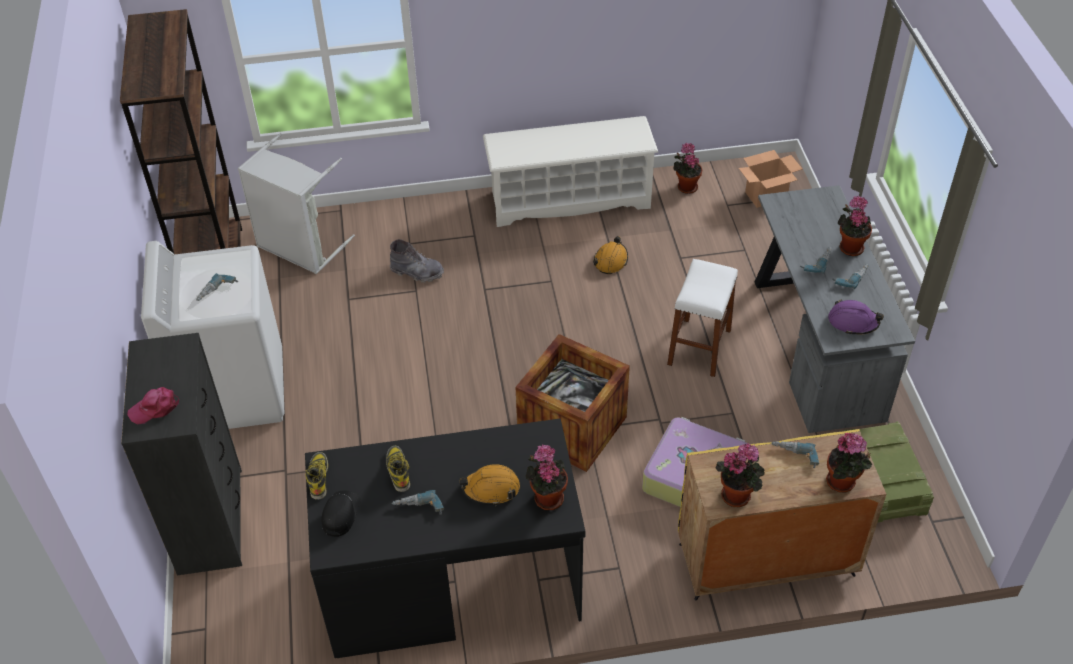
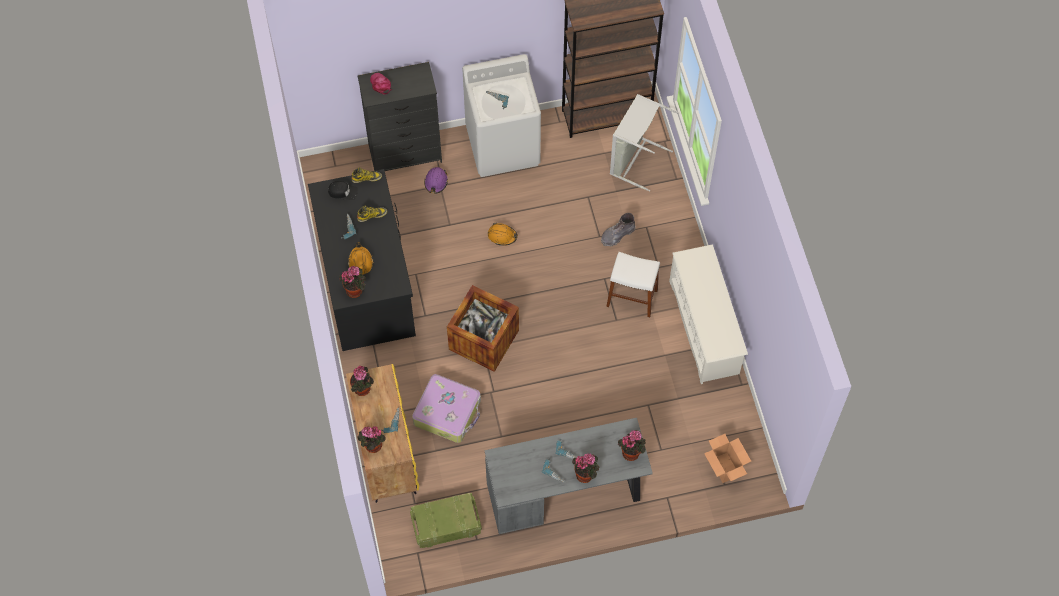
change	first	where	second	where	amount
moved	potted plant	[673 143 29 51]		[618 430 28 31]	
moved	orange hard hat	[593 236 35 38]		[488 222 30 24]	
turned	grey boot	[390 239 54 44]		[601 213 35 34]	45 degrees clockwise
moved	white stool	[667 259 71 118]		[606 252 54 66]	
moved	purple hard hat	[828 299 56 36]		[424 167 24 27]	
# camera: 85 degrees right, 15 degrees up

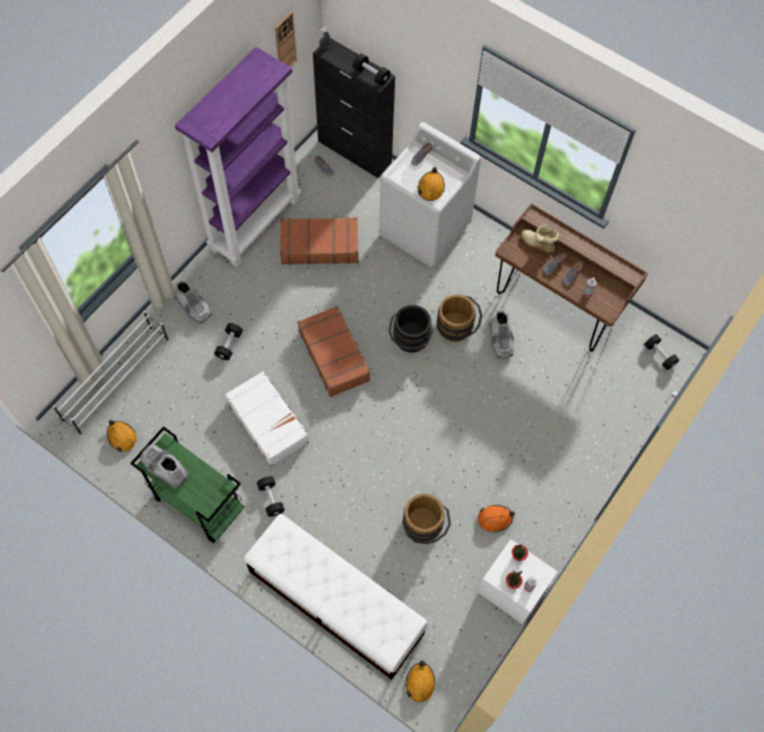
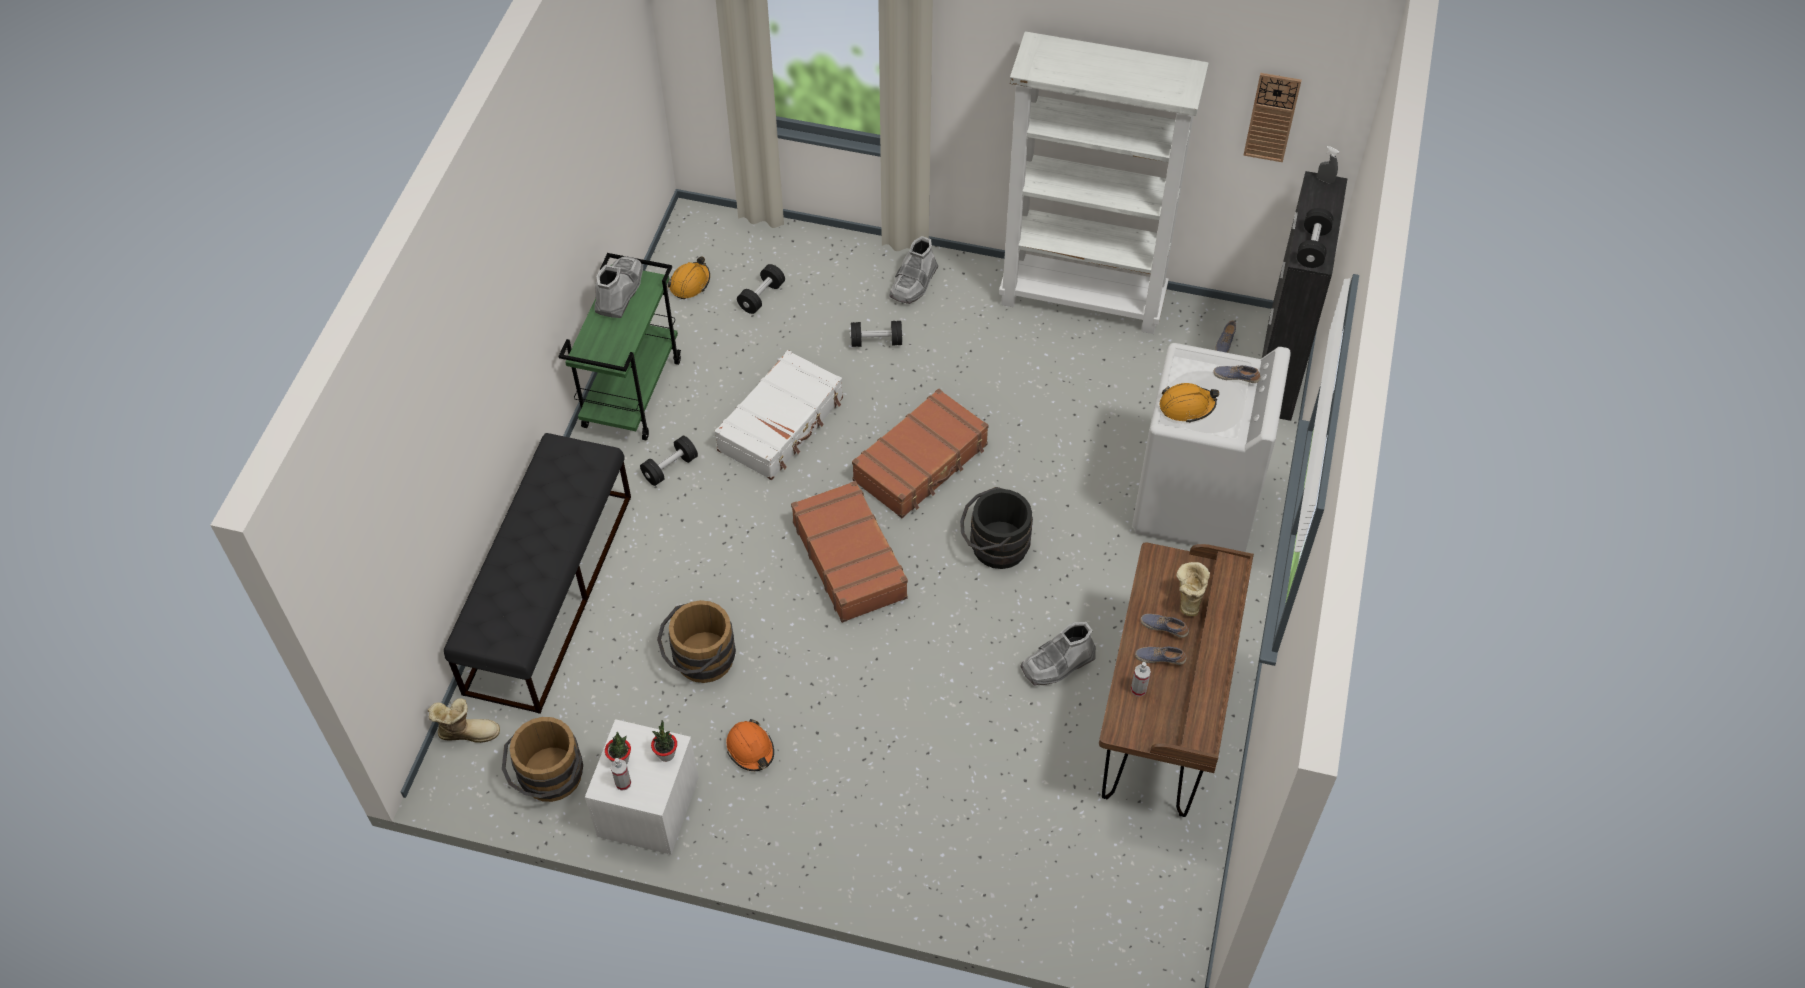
change	first	where	second	where	amount
recoloured	purple bookcase	[175 47 126 220]	white bookcase	[999 31 210 303]	
moved	brown suitcase	[280 217 79 48]		[791 481 117 142]	
moved	brown bucket	[436 294 46 48]		[502 717 81 85]	
removed	white shoe rack	[53 311 116 125]			
moved	black dumbbell	[644 334 35 36]		[737 264 48 50]	
recoloured	white bench	[244 514 184 166]	black bench	[444 433 187 281]	
replaced	orange hard hat	[405 660 30 42]	boot	[428 698 72 45]	
# camera: 70 degrees right, 10 degrees down

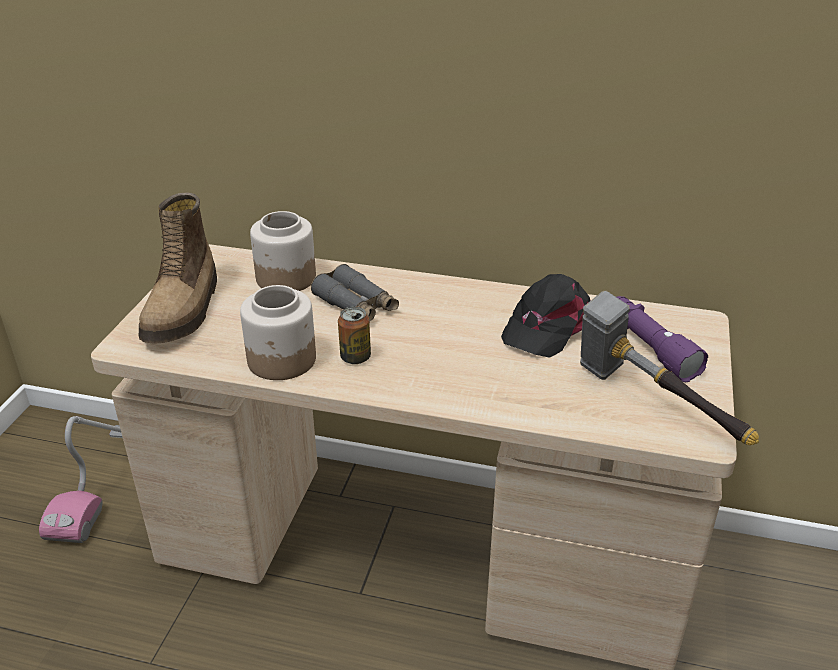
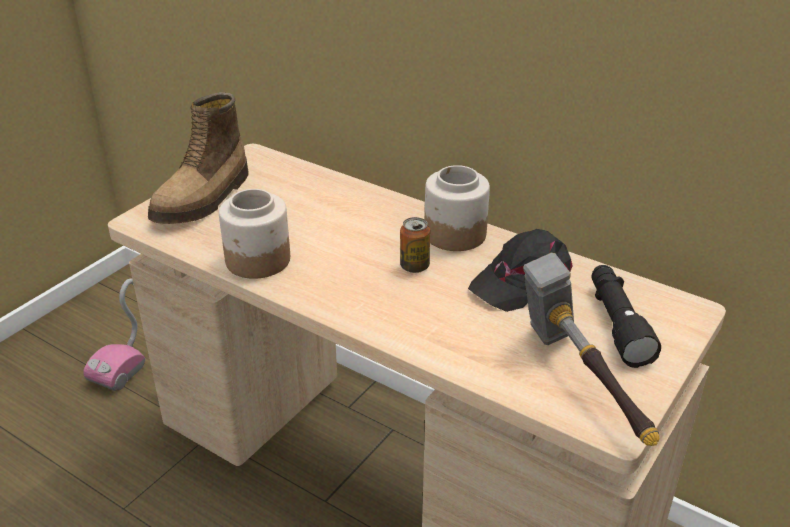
change	first	where	second	where	amount
moved	jar	[250 211 66 80]		[425 165 65 86]	
removed	grey binoculars	[311 264 88 59]			
recoloured	purple flashlight	[617 296 91 86]	black flashlight	[592 265 69 103]	
moved	can	[338 307 33 57]		[400 217 30 56]	
# camera: 20 degrees right, 0 degrees up

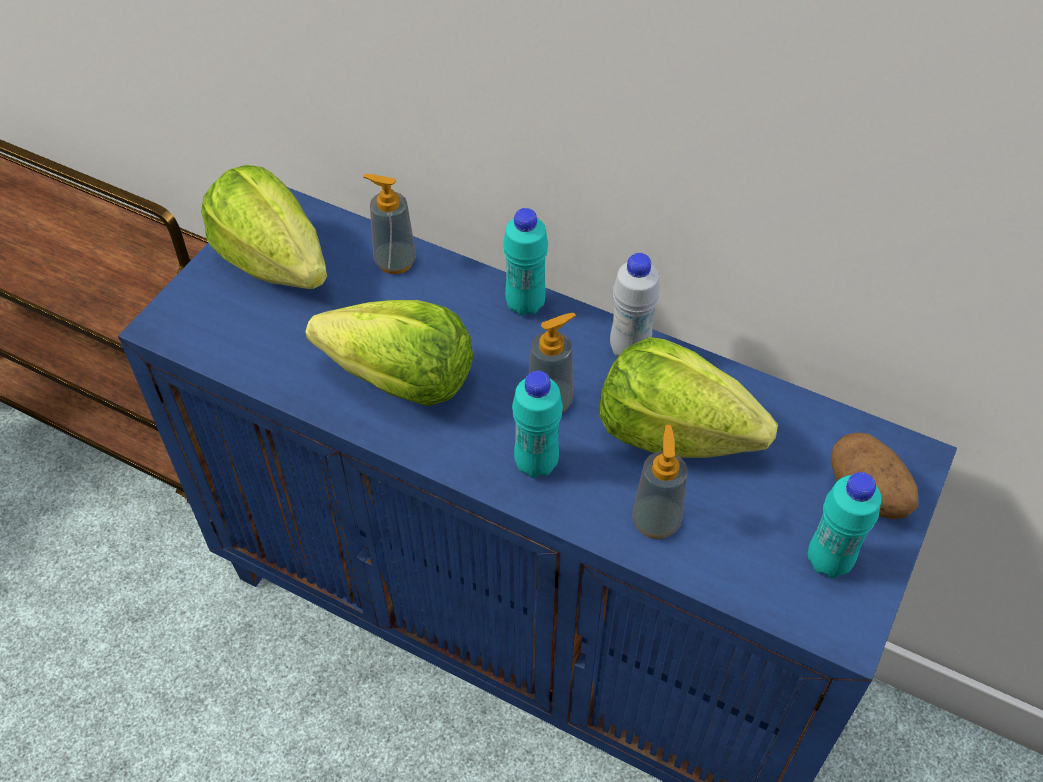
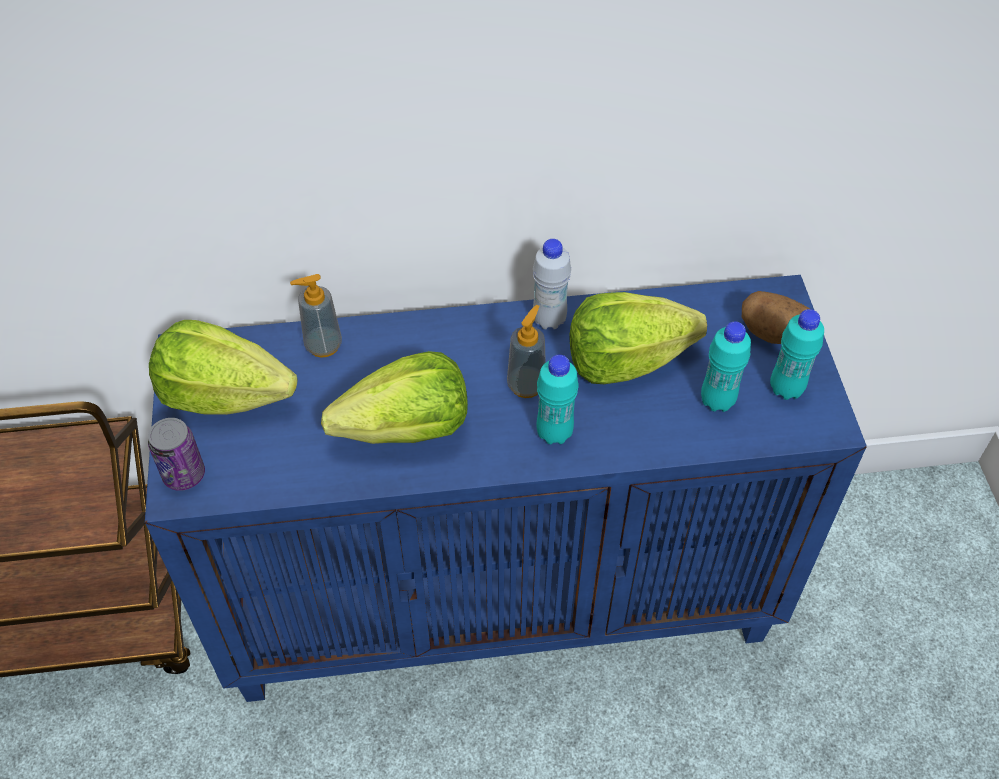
change	first	where	second	where	amount
moved	turquoise bottle	[503 208 45 108]		[701 322 50 90]	
removed	soap dispenser	[632 425 56 114]			
added			can	[148 418 57 73]	
# camera: 35 degrees left, 0 degrees up

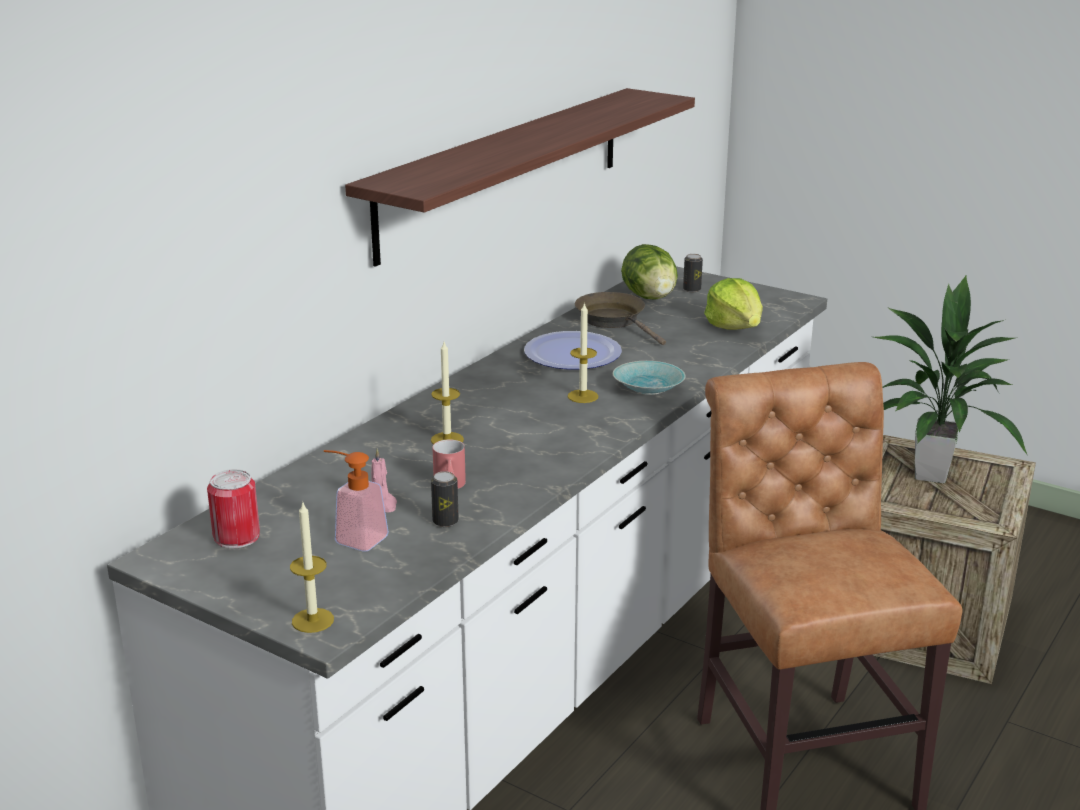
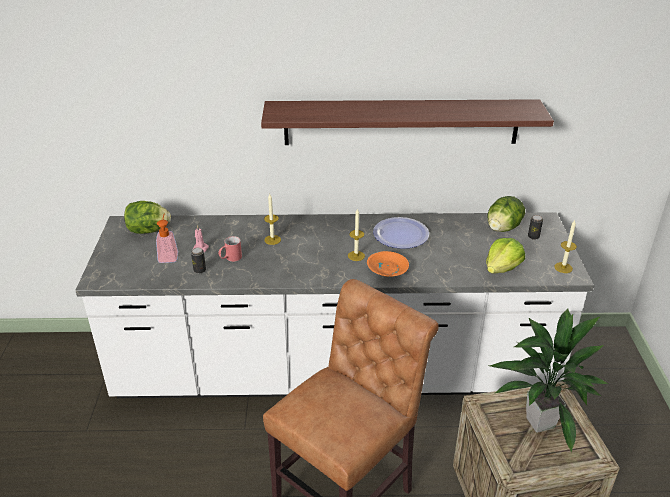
change	first	where	second	where	amount
removed	brown frying pan	[575 292 91 53]			
recoloured	turquoise bowl	[613 361 73 34]	orange bowl	[367 251 42 26]	
replaced	can	[207 469 53 79]	lettuce	[124 201 47 33]	
moved	candle	[290 503 44 130]		[554 220 23 53]	
# camera: 55 degrees right, 10 degrees up

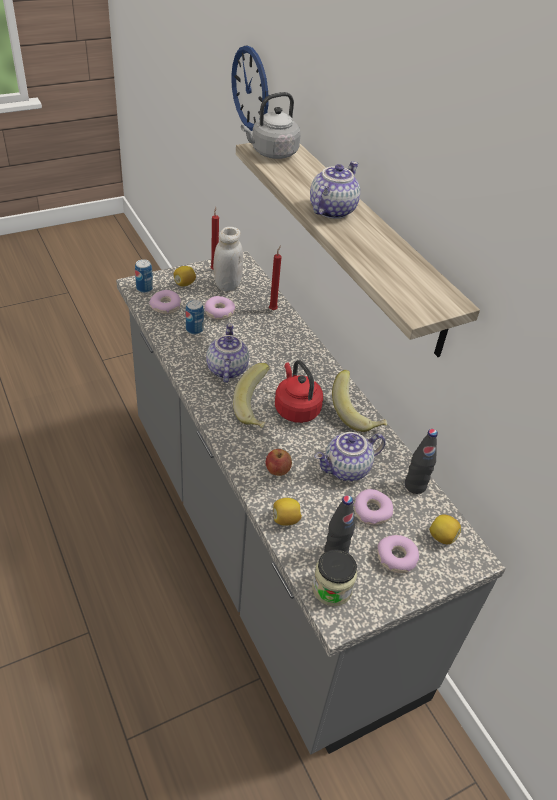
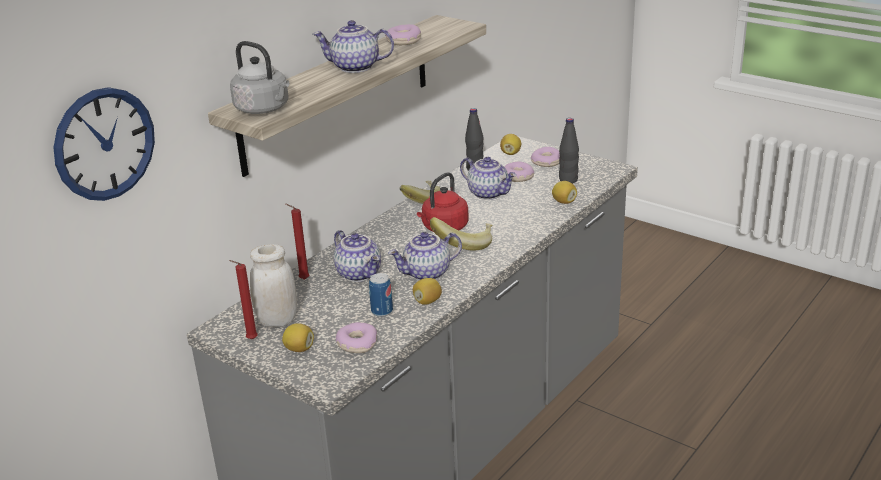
change	first	where	second	where	amount
removed	can	[135 259 18 34]			
moved	donut	[204 296 31 24]		[385 24 36 21]	
removed	apple	[266 449 26 27]			
removed	jar	[312 549 45 57]			
added			teapot	[334 230 47 52]	
added			lemon	[413 278 29 27]	
# camera: 110 degrees left, 15 degrees down

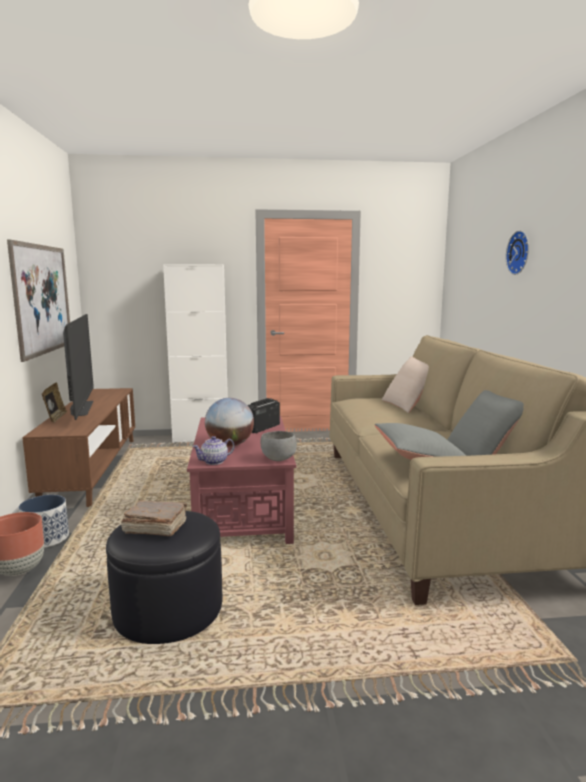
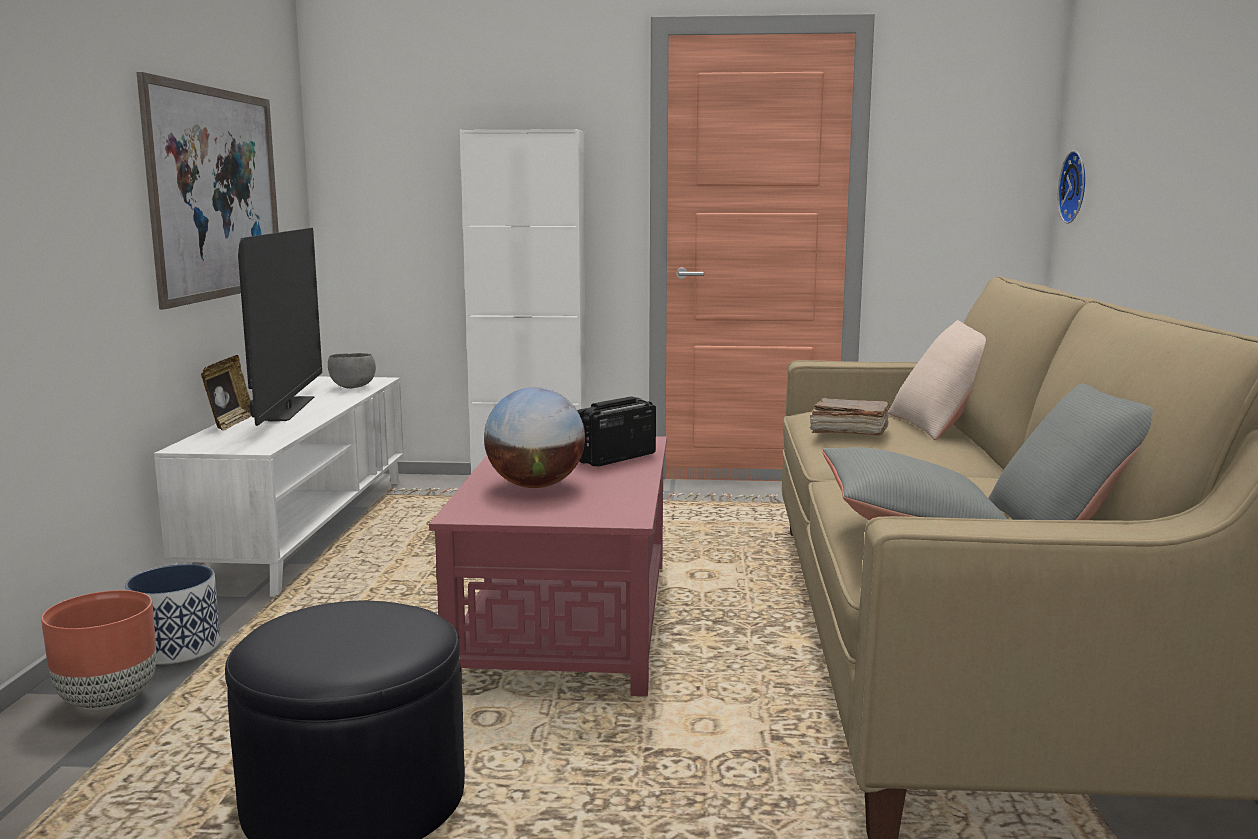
change	first	where	second	where	amount
moved	wall clock	[506 231 23 44]		[1058 151 27 73]	
recoloured	brown tv stand	[22 388 113 119]	white tv stand	[154 377 250 220]	
moved	grey bowl	[260 431 37 30]		[328 353 48 35]	
removed	teapot	[192 436 43 29]			
moved	brown book	[121 500 66 36]		[809 398 81 38]	
# camera: 10 degrees right, 0 degrees up

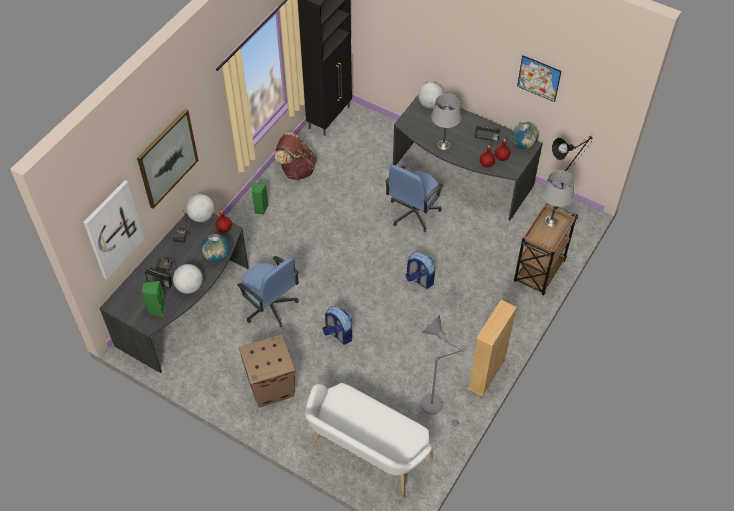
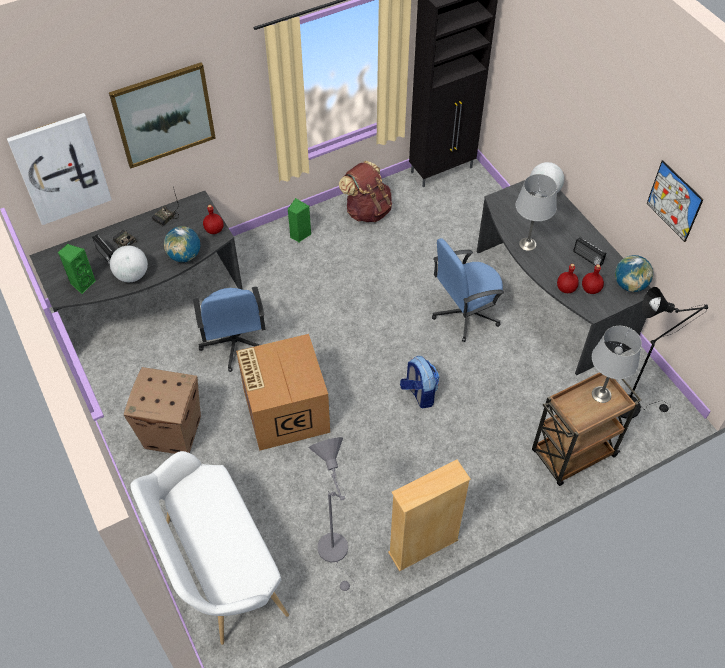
change	first	where	second	where	amount
removed	globe	[186 194 28 28]			
replaced	backpack	[323 306 29 39]	cardboard box	[236 334 94 117]	
# camera: 30 degrees right, 0 degrees up

